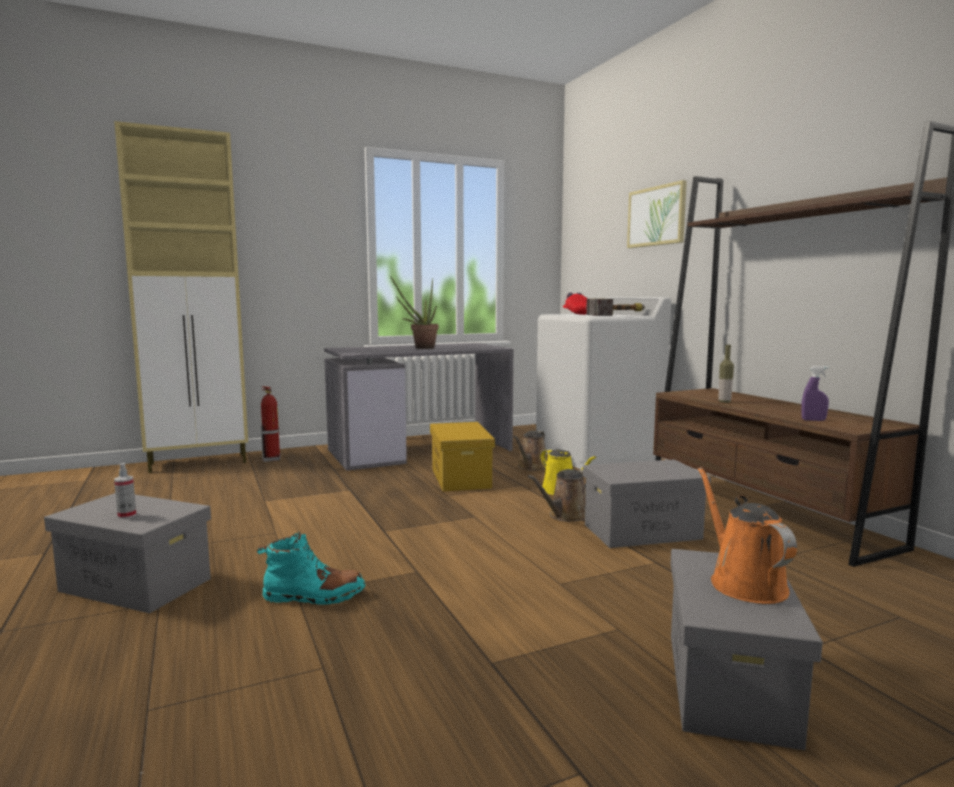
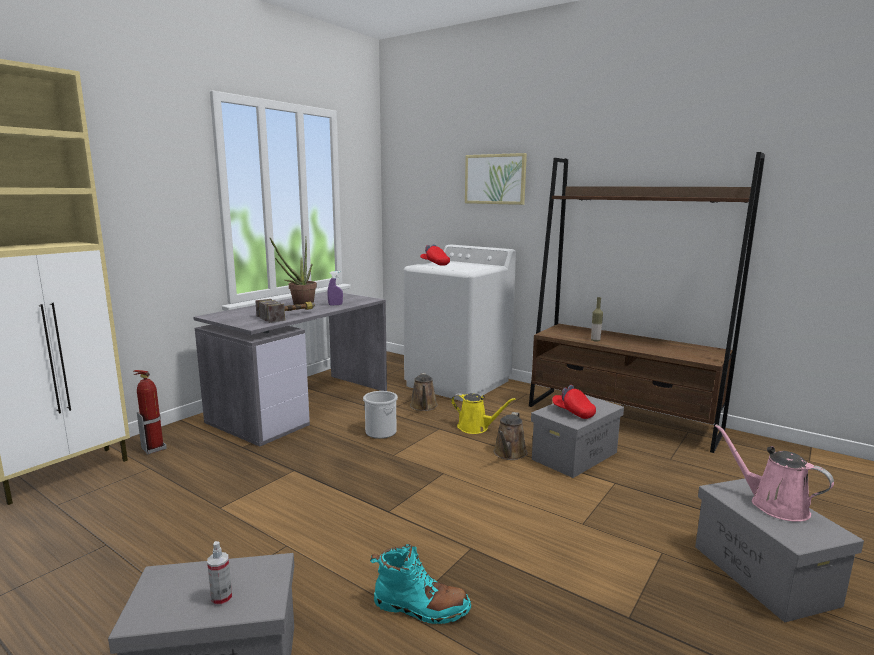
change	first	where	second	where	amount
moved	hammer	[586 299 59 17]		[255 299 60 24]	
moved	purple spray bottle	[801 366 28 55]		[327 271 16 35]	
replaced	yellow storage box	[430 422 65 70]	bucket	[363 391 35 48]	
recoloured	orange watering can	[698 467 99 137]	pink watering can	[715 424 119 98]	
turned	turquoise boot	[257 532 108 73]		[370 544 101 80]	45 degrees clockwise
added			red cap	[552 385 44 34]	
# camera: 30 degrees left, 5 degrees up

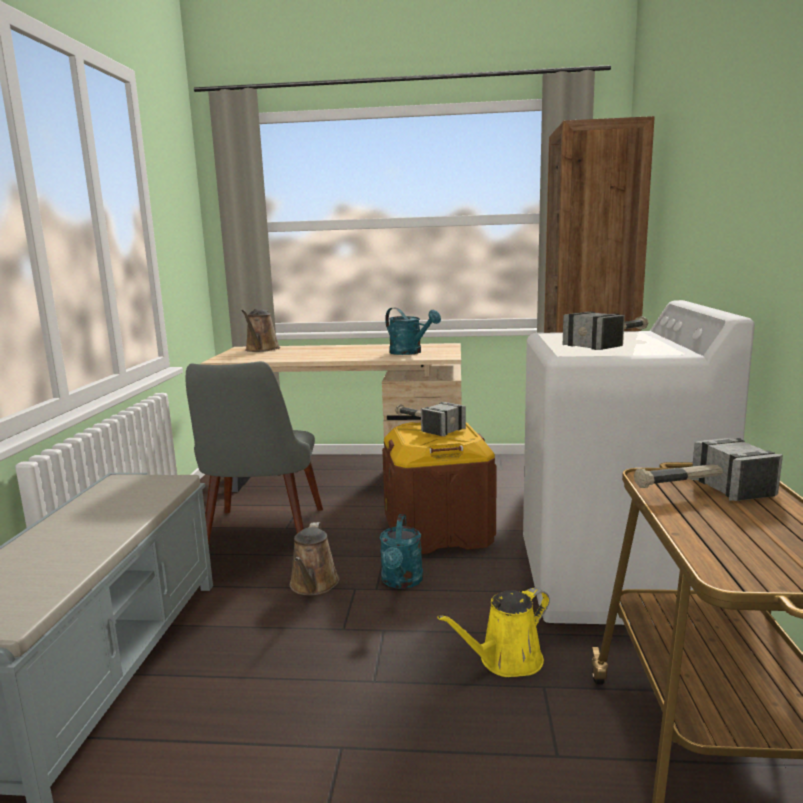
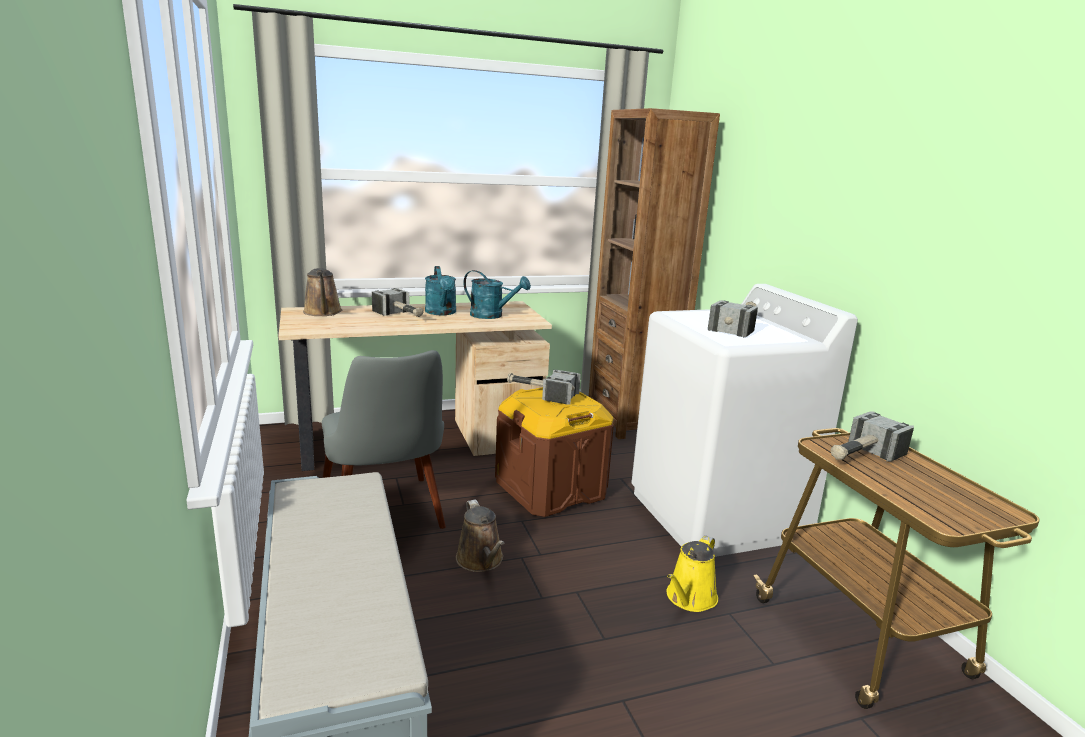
change	first	where	second	where	amount
moved	turquoise watering can	[380 514 43 75]		[425 266 31 49]	
added			hammer	[372 288 52 29]	
# camera: 25 degrees left, 5 degrees up

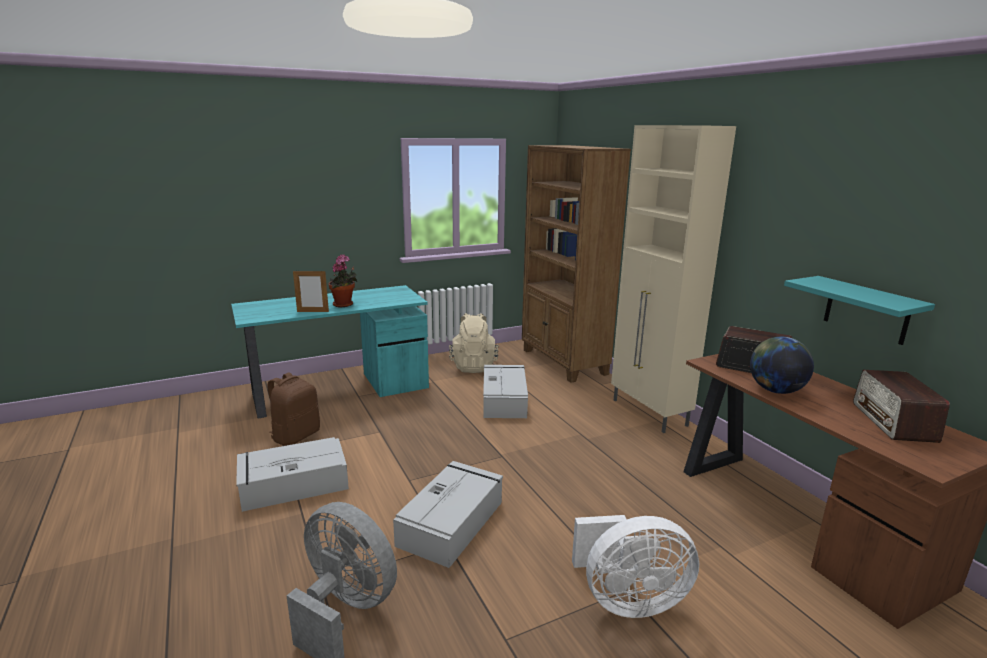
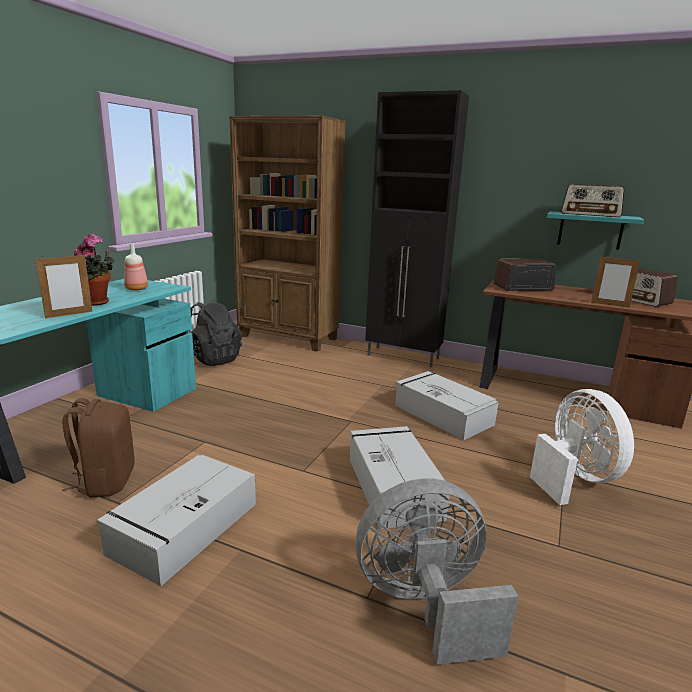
change	first	where	second	where	amount
recoloured	beige cabinet	[611 125 125 308]	black cabinet	[365 90 104 277]	
recoloured	beige backpack	[449 313 50 60]	black backpack	[189 300 53 66]	
removed	globe	[750 337 64 57]			
moved	grey storage box	[483 365 45 53]		[395 371 104 69]	
turned	white fan	[572 515 127 103]		[530 389 104 116]	60 degrees counterclockwise
added			radio	[561 184 63 33]	
added			bottle	[124 243 24 47]	
added			picture frame	[591 257 49 51]	
# camera: 40 degrees left, 0 degrees up

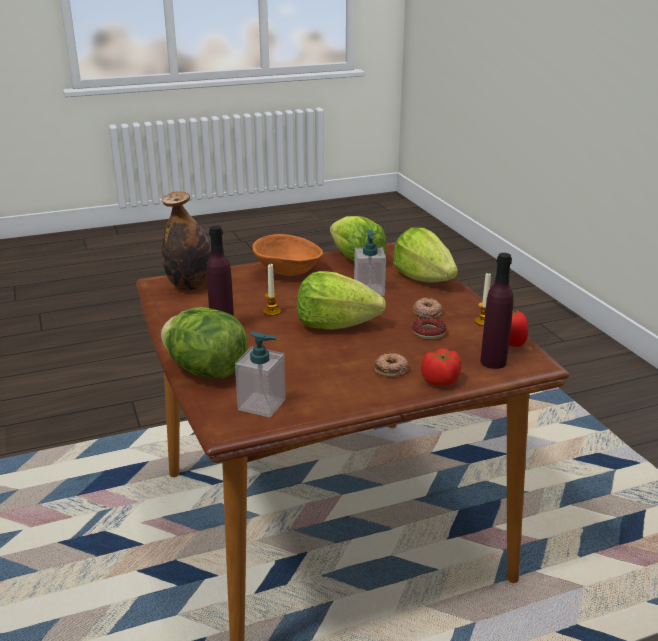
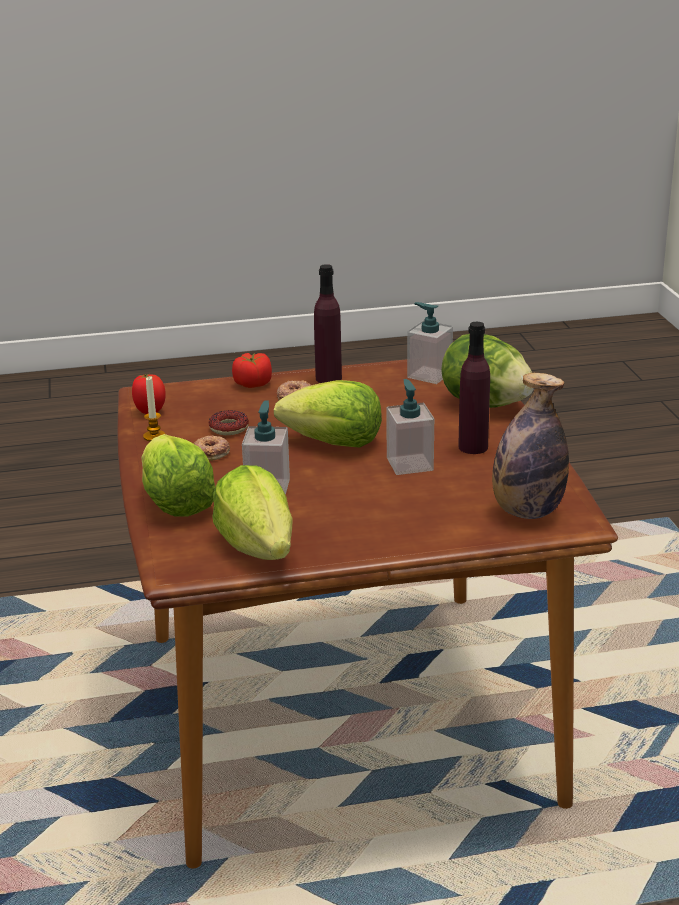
change	first	where	second	where	amount
removed	orange bowl	[252 234 71 42]			
moved	purple bottle	[480 253 34 116]		[314 264 28 119]	
replaced	candle	[263 264 18 52]	soap dispenser	[386 379 48 96]	
# camera: 170 degrees left, 0 degrees up

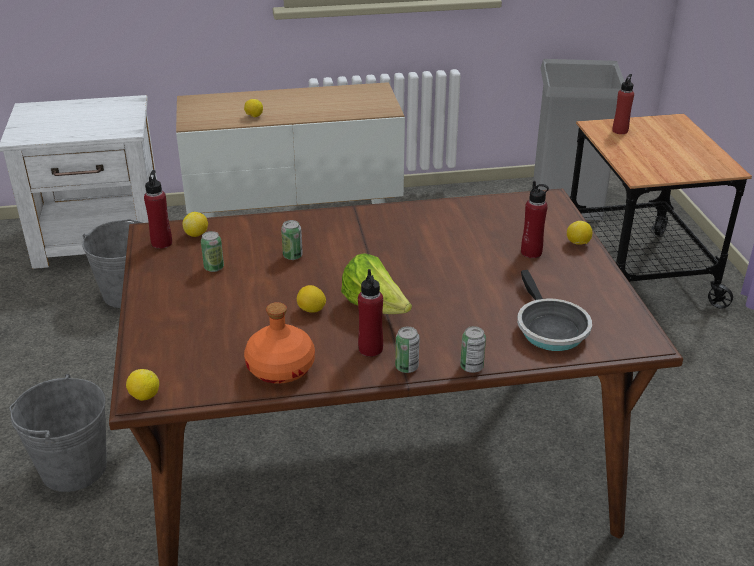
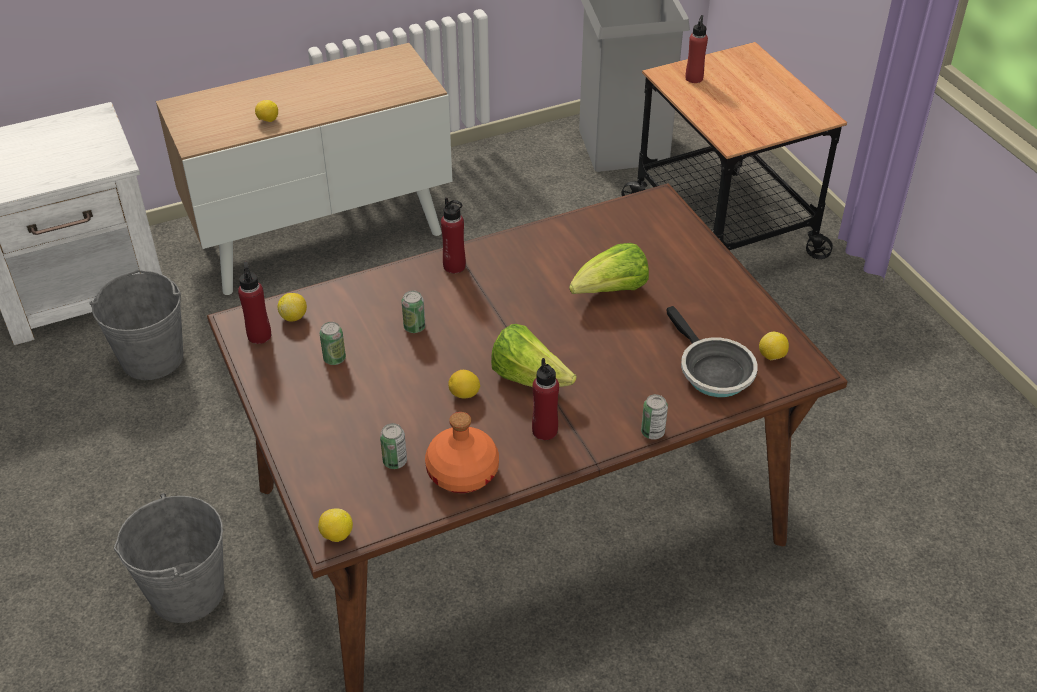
change	first	where	second	where	amount
moved	red bottle	[521 181 28 77]		[441 197 25 77]	
moved	lemon	[567 221 25 24]		[759 332 30 28]	
moved	can	[395 327 25 46]		[380 423 27 46]	
added			lettuce	[569 243 80 51]	
# camera: 15 degrees left, 10 degrees up

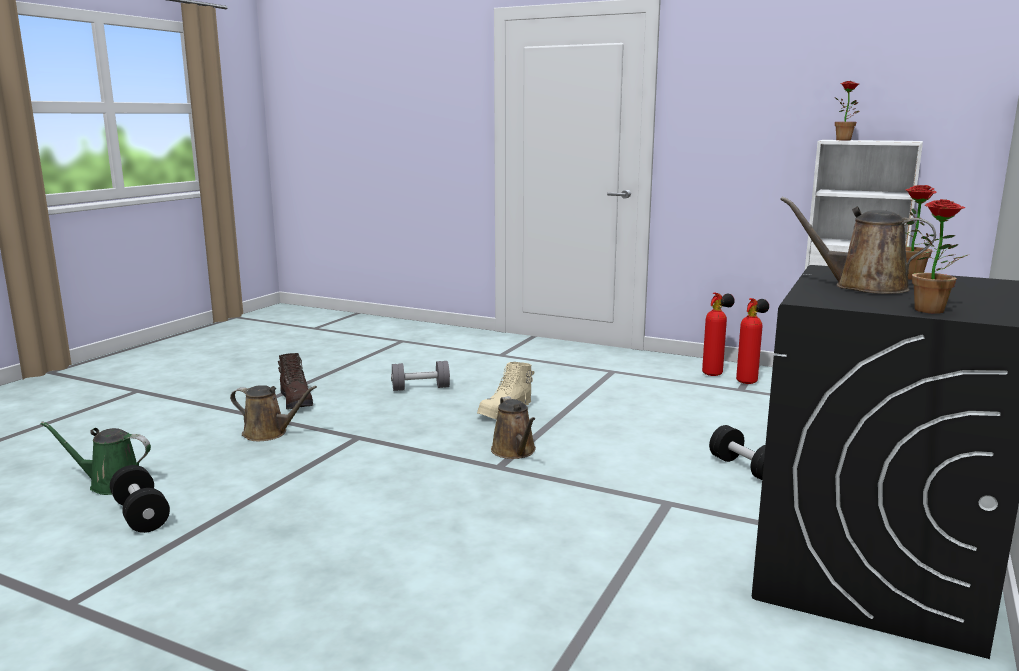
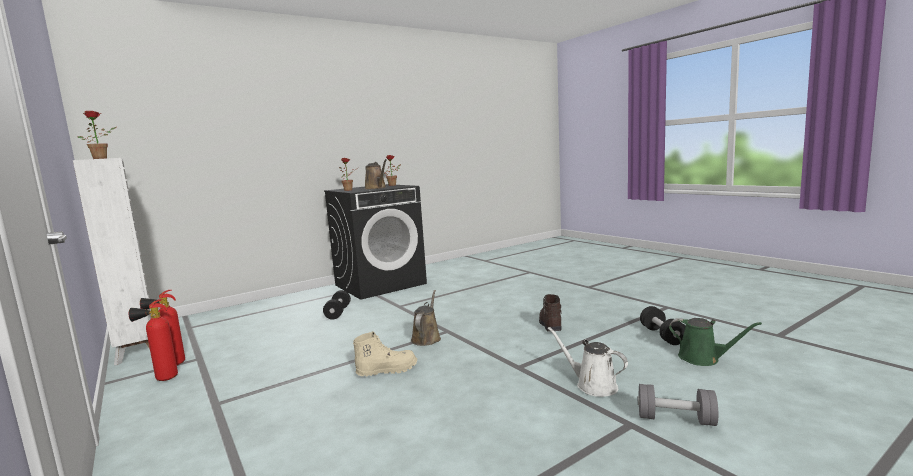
change	first	where	second	where	amount
moved	brown boot	[278 353 35 57]		[539 294 23 37]	
moved	grey dumbbell	[391 361 59 30]		[638 384 80 42]	
recoloured	brown watering can	[230 386 87 55]	white watering can	[548 327 80 70]	
# camera: 150 degrees left, 5 degrees down

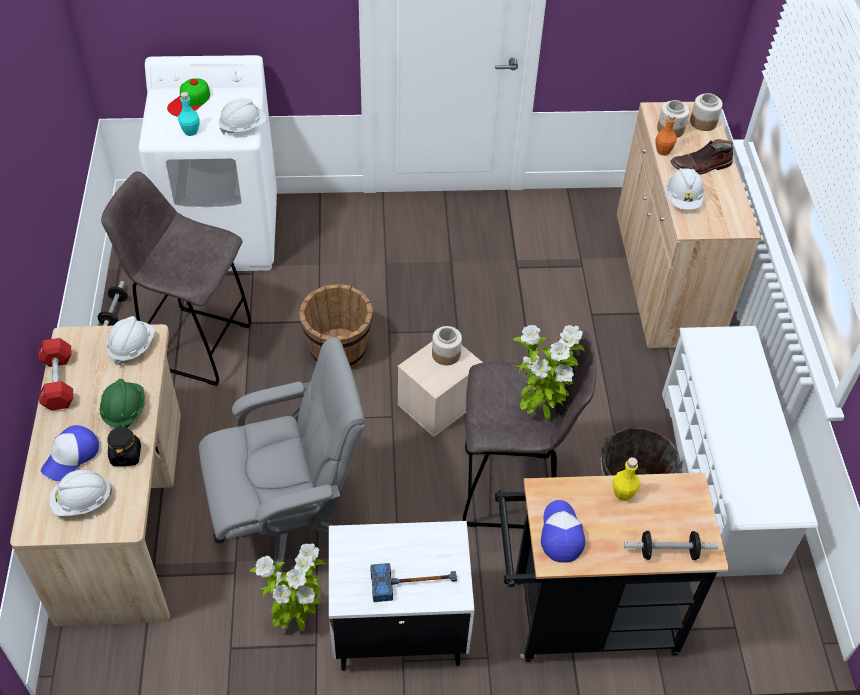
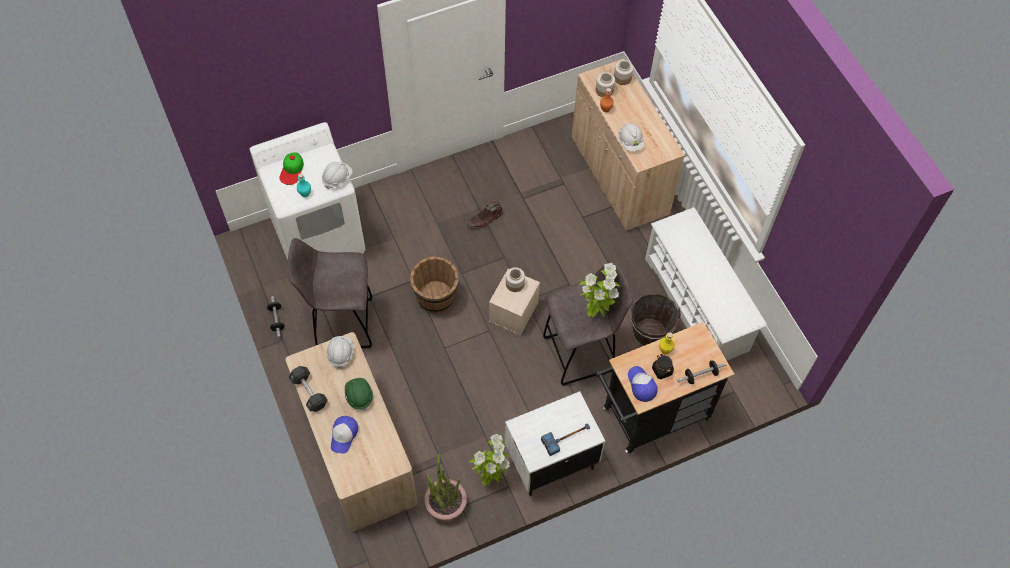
change	first	where	second	where	amount
moved	brown boot	[670 139 63 36]		[467 202 36 26]	
removed	grey office chair	[199 337 166 236]			
recoloured	red dumbbell	[38 338 35 73]	black dumbbell	[289 366 39 46]	
moved	black jar	[107 425 34 41]		[652 354 22 25]	
removed	white hard hat	[49 470 63 46]			
added			potted plant	[424 453 43 69]	
# camera: 20 degrees left, 10 degrees up

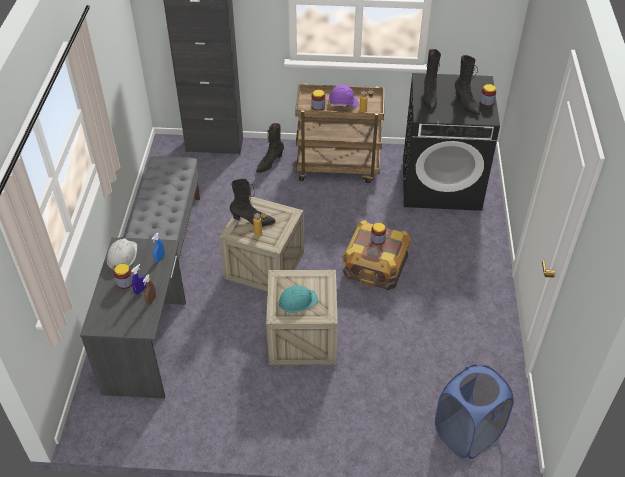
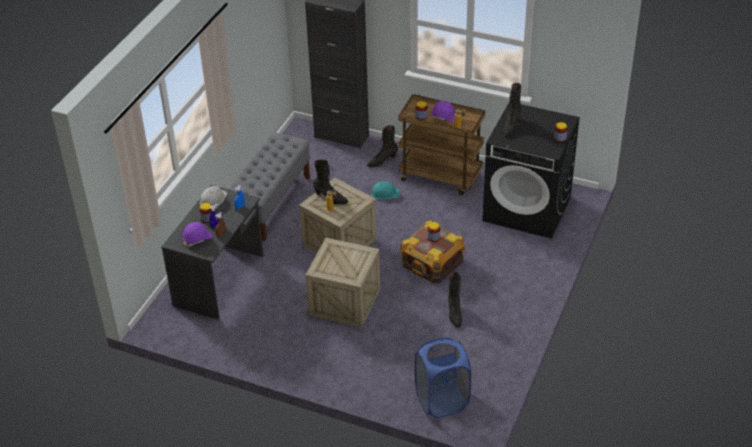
change	first	where	second	where	amount
moved	black boot	[455 55 25 61]		[448 271 14 57]	
moved	turquoise hard hat	[277 285 41 28]		[370 181 30 19]	
added			purple hard hat	[182 222 31 25]	
# camera: 20 degrees right, 5 degrees down

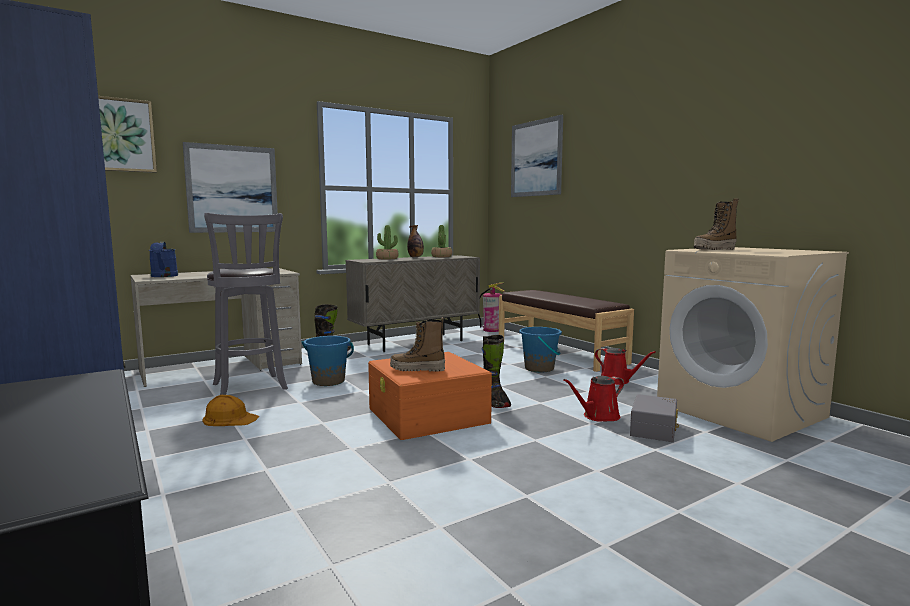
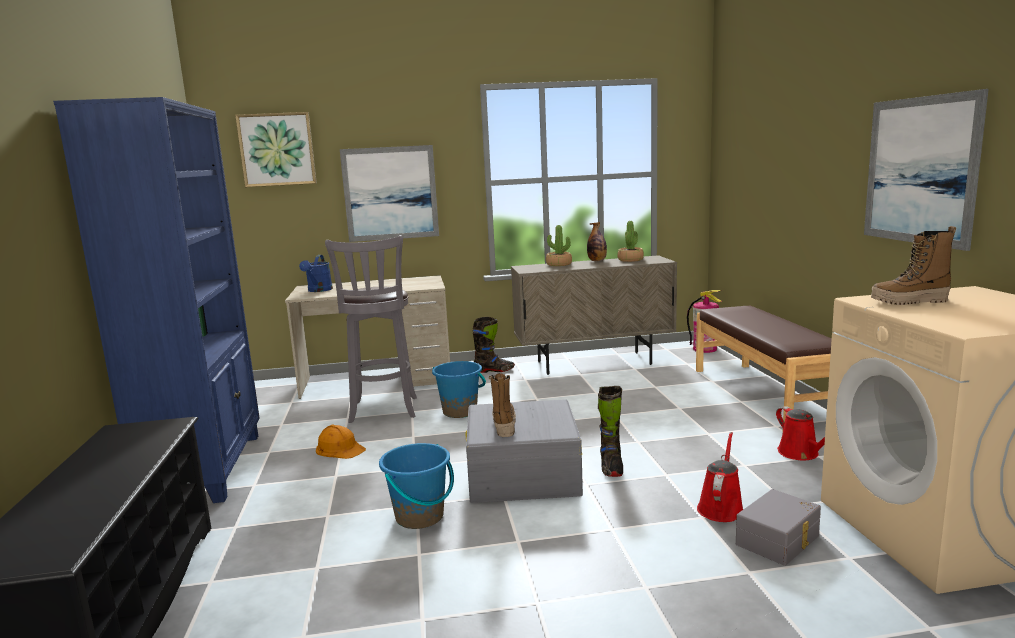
change	first	where	second	where	amount
moved	picture	[511 115 52 82]		[864 89 125 162]	
turned	boot	[390 317 55 55]		[489 373 27 64]	60 degrees clockwise
moved	blue bucket	[519 327 43 45]		[379 443 75 86]	
recoloured	orange storage box	[368 352 125 88]	grey storage box	[465 399 118 104]	
turned	red watering can	[563 376 61 46]		[697 432 46 90]	120 degrees clockwise
# camera: 25 degrees right, 5 degrees up

